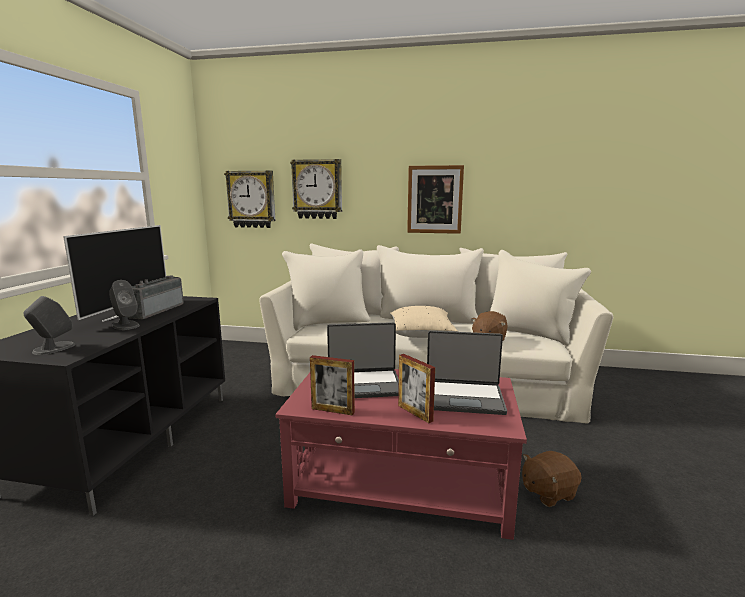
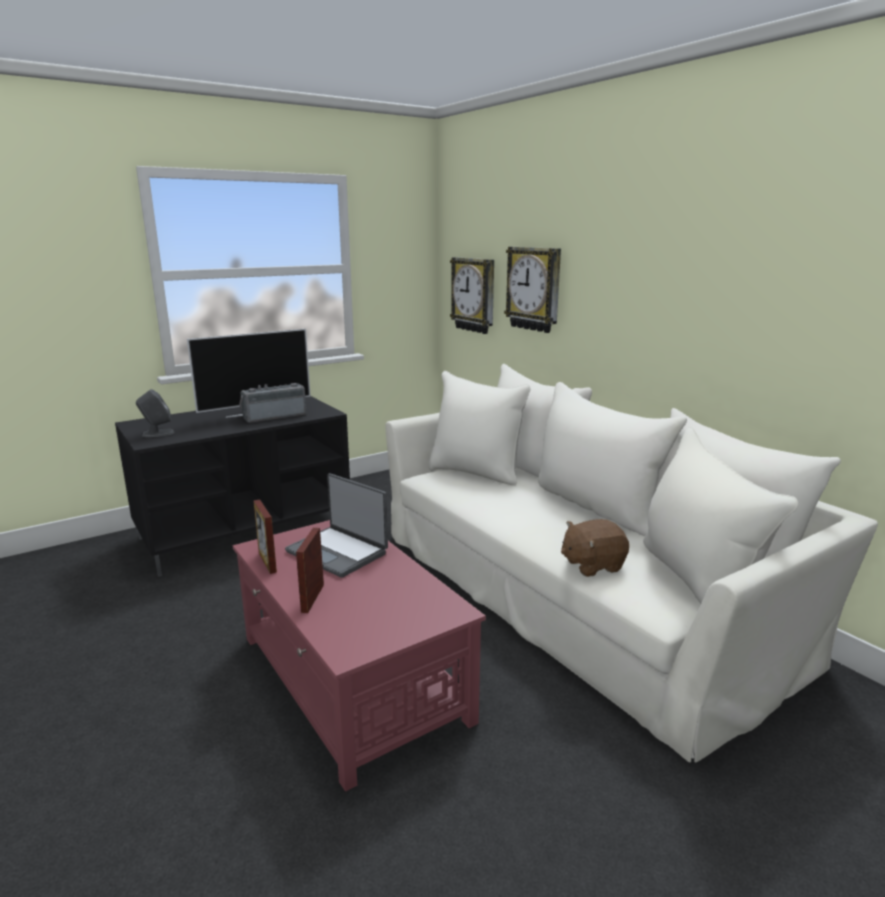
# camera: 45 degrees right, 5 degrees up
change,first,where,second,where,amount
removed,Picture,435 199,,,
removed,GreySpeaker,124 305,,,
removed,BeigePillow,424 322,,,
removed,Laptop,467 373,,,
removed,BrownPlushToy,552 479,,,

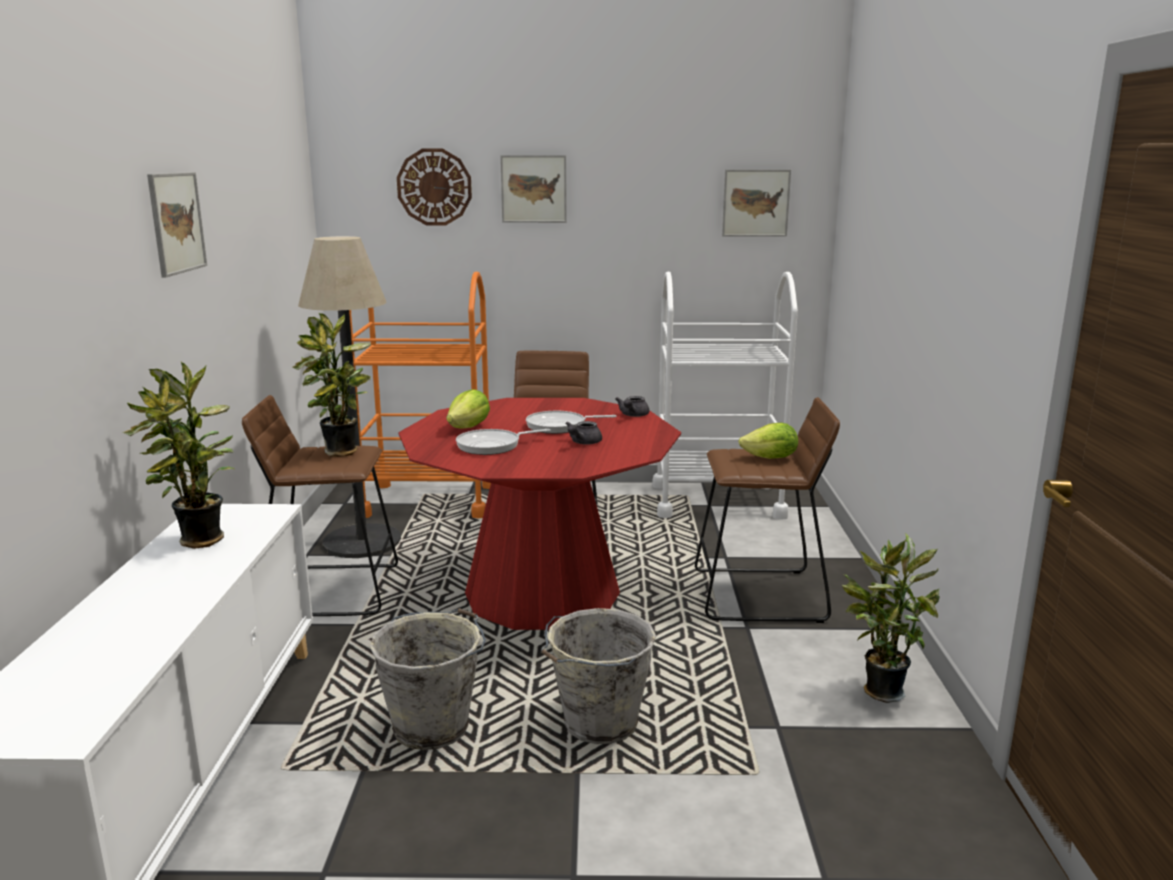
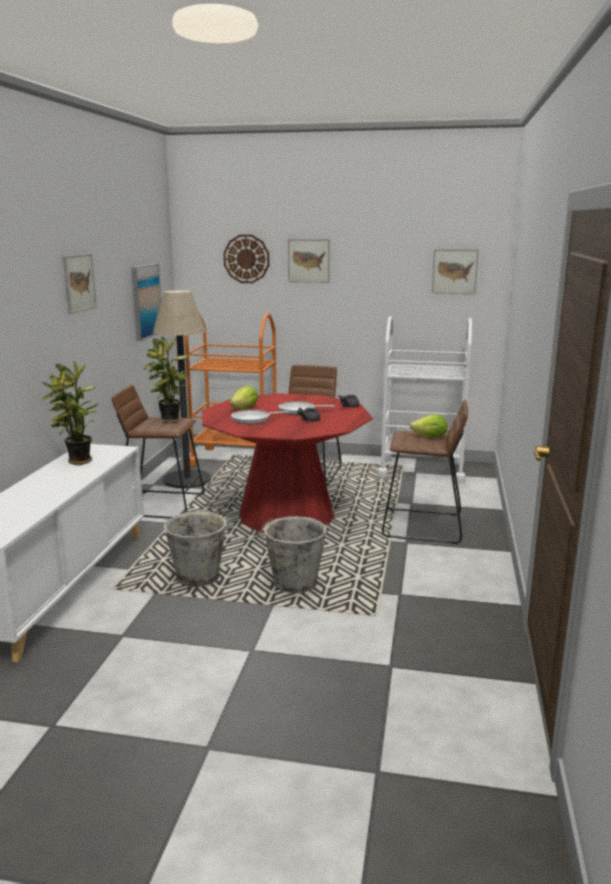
# camera: 10 degrees right, 0 degrees up
change,first,where,second,where,amount
removed,PottedPlant,891 618,,,
added,,,Picture,146 302,

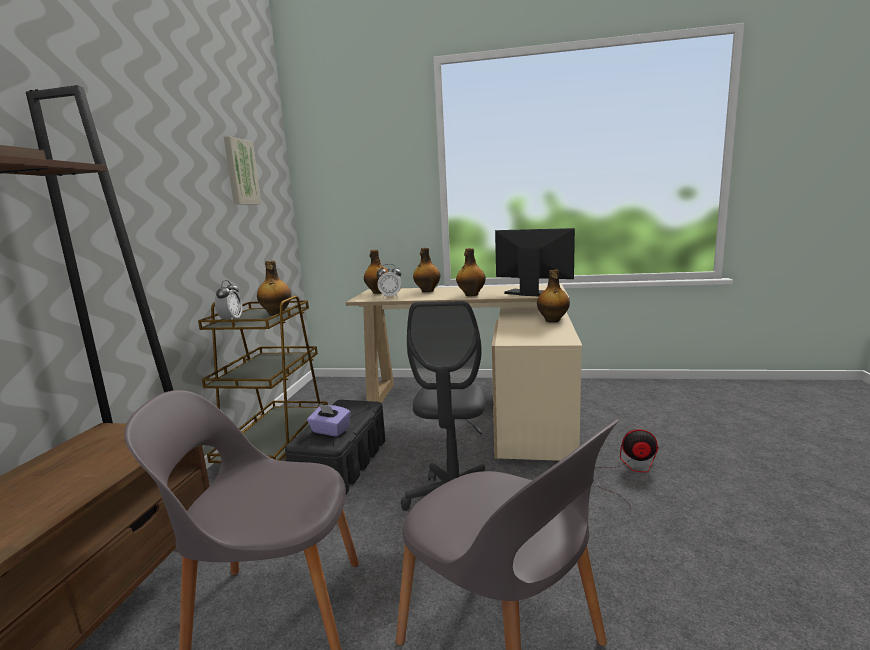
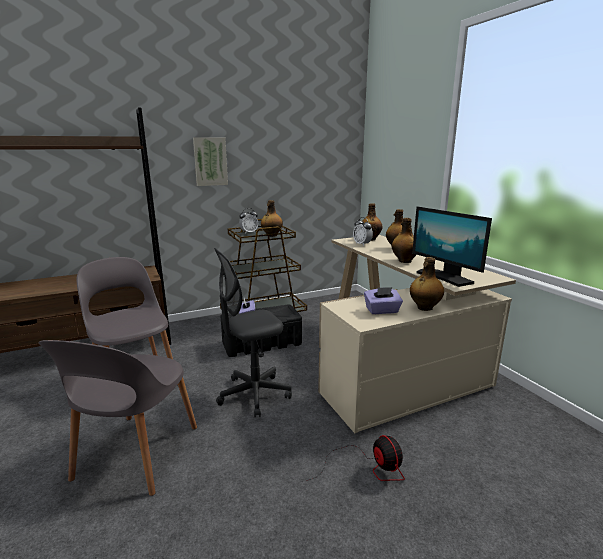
# camera: 55 degrees right, 5 degrees up
change,first,where,second,where,amount
moved,Picture,242 170,,210 161,
turned,Monitor,535 262,,452 246,150 degrees clockwise
added,,,PurpleTissueBox,383 300,

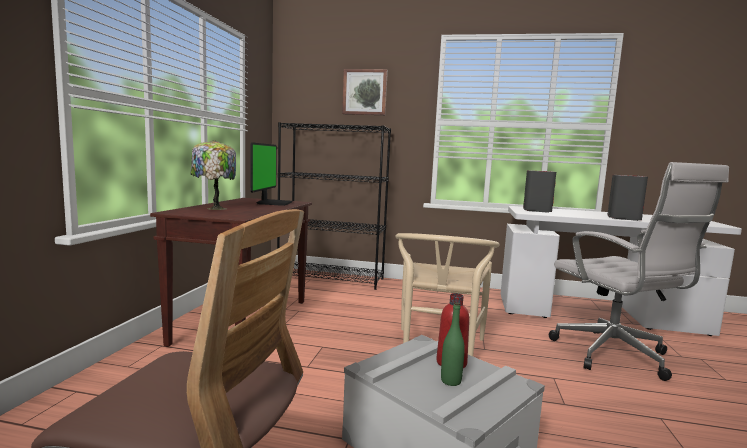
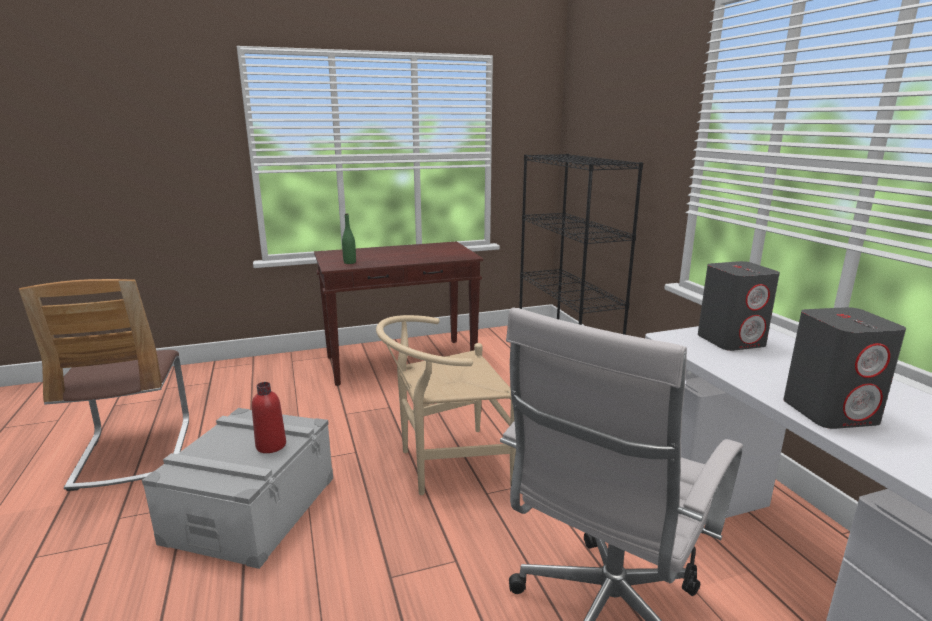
# camera: 60 degrees right, 10 degrees up
change,first,where,second,where,amount
removed,Picture,365 92,,,
removed,TableLamp,213 175,,,
removed,Monitor,271 174,,,
moved,GreenBottle,453 344,,349 238,

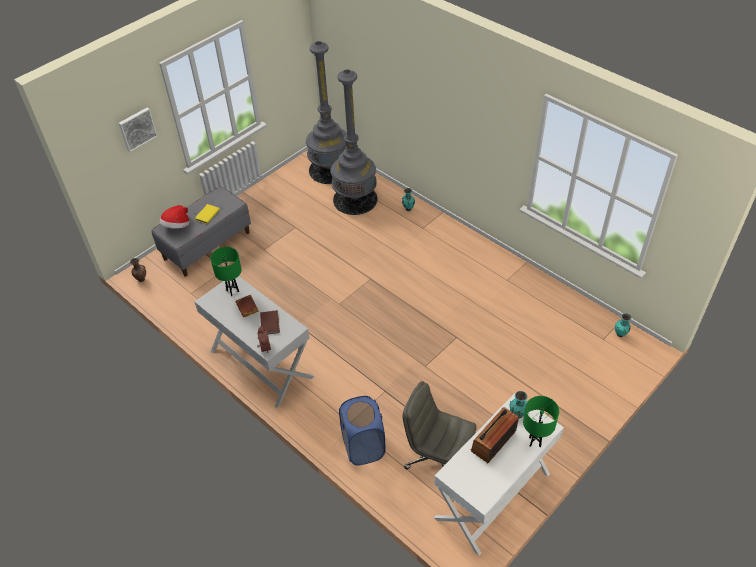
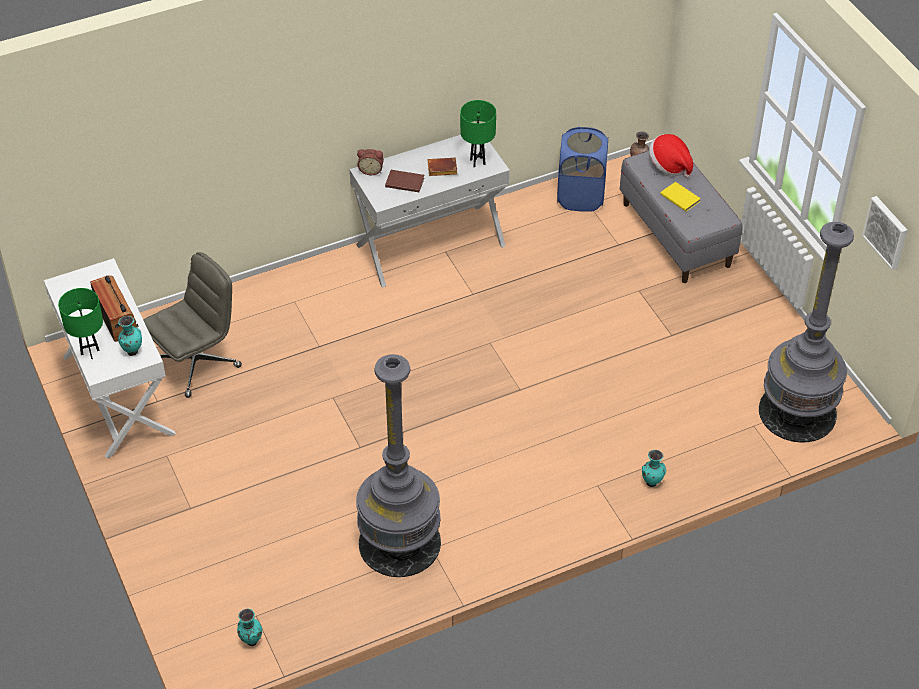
# camera: 110 degrees right, 0 degrees up
change,first,where,second,where,amount
moved,GreyFloorLamp,354 142,,398 465,
moved,Picture,138 130,,884 233,
moved,BlueLaundryBasket,362 431,,582 169,

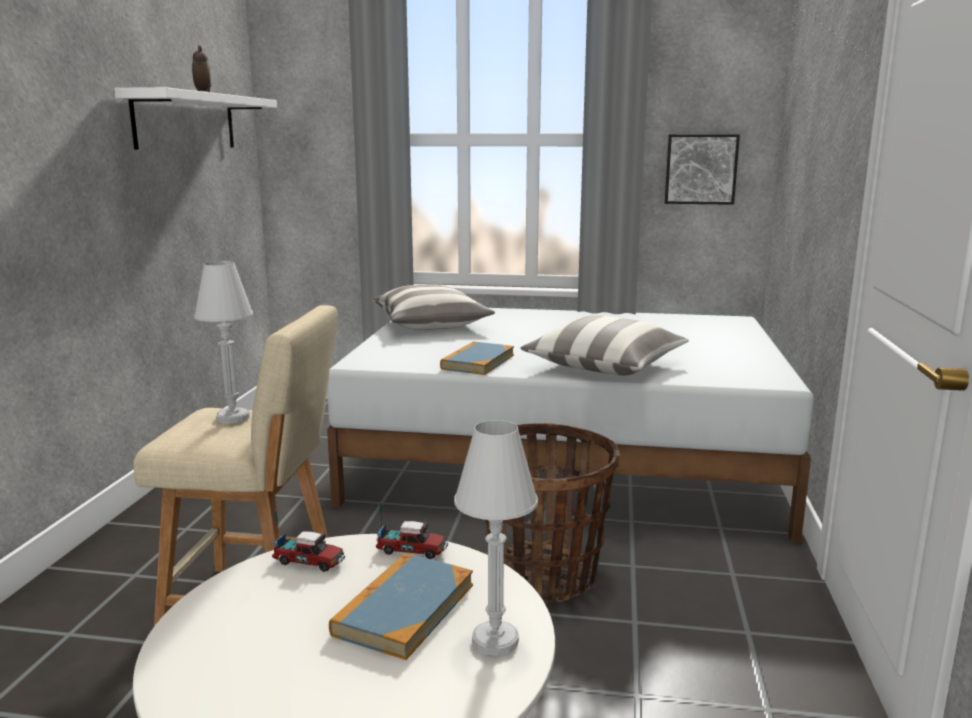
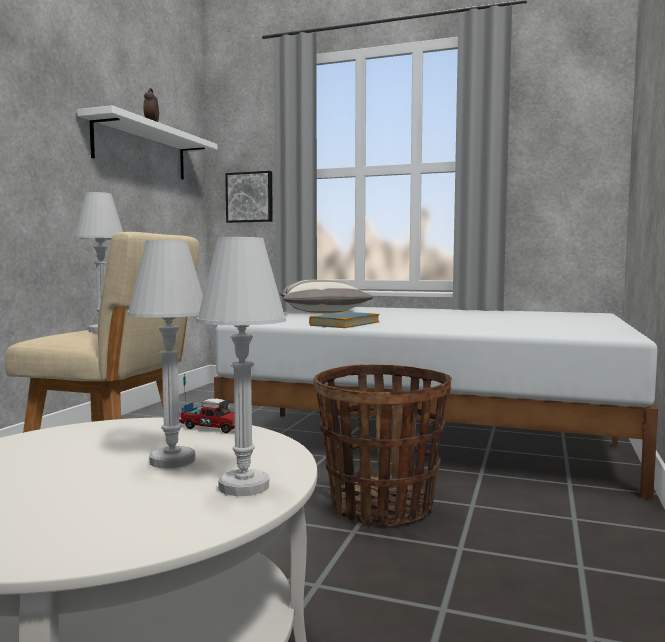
# camera: 10 degrees right, 10 degrees down
change,first,where,second,where,amount
moved,Picture,702 169,,249 197,
removed,Pillow,604 345,,,
removed,ToyTruck,308 541,,,
replaced,Book,401 606,WhiteTableLamp,165 354,

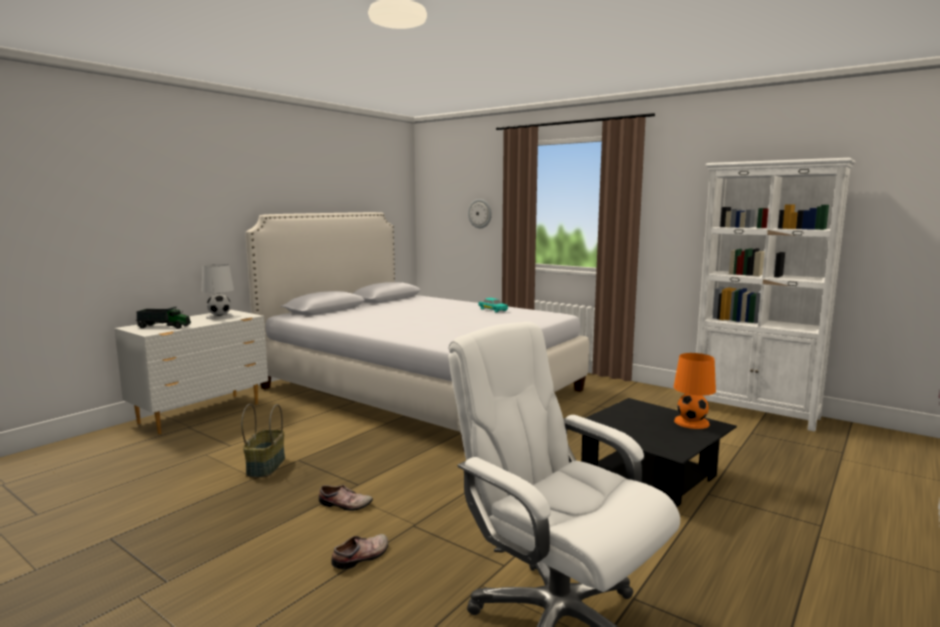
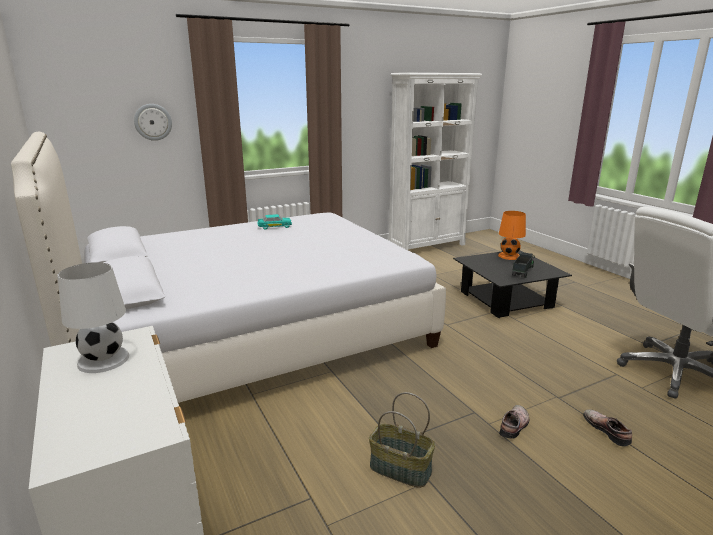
# camera: 65 degrees left, 10 degrees up
change,first,where,second,where,amount
moved,ToyTruck,163 318,,523 265,

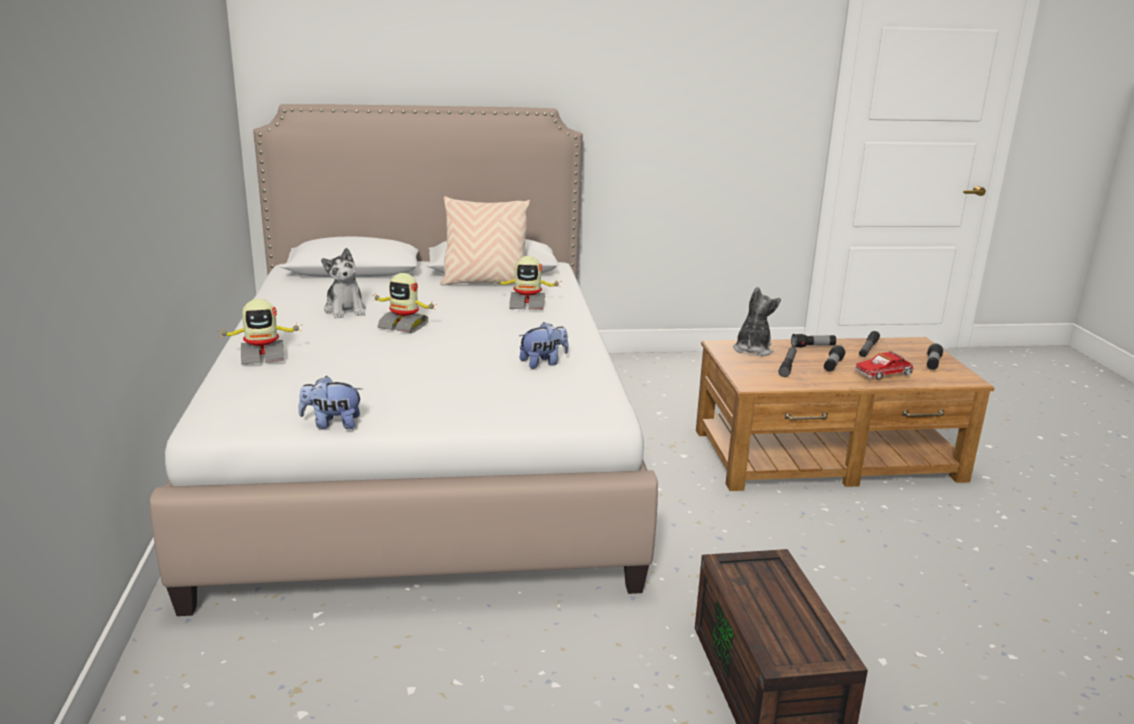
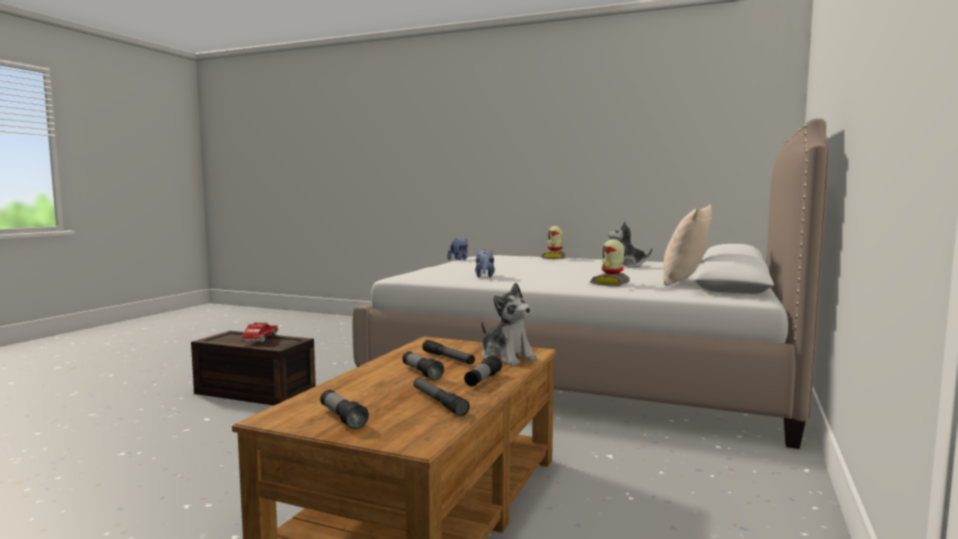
# camera: 120 degrees right, 15 degrees down
change,first,where,second,where,amount
removed,ToyRobot,404 303,,,
moved,ToyTruck,884 365,,259 332,

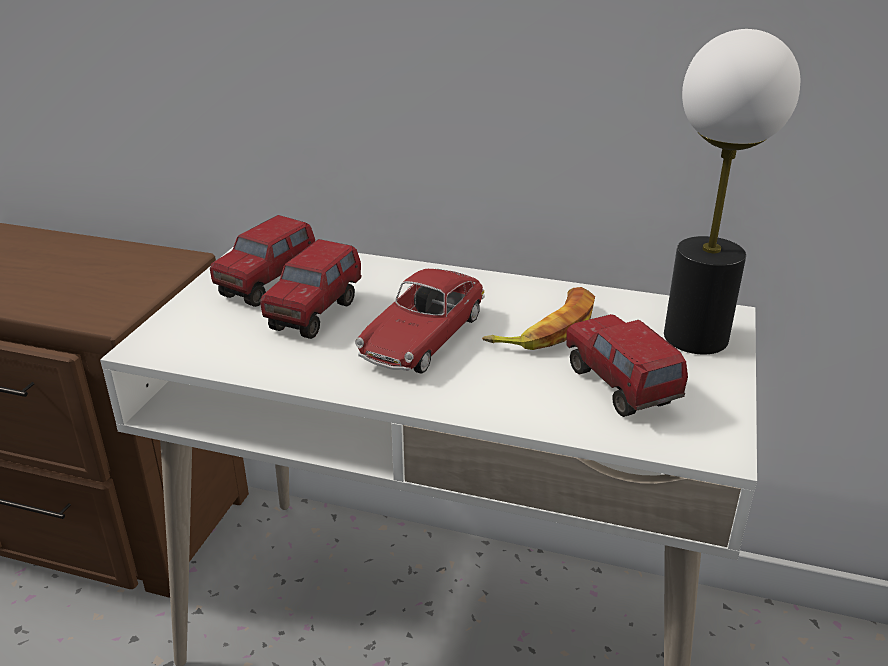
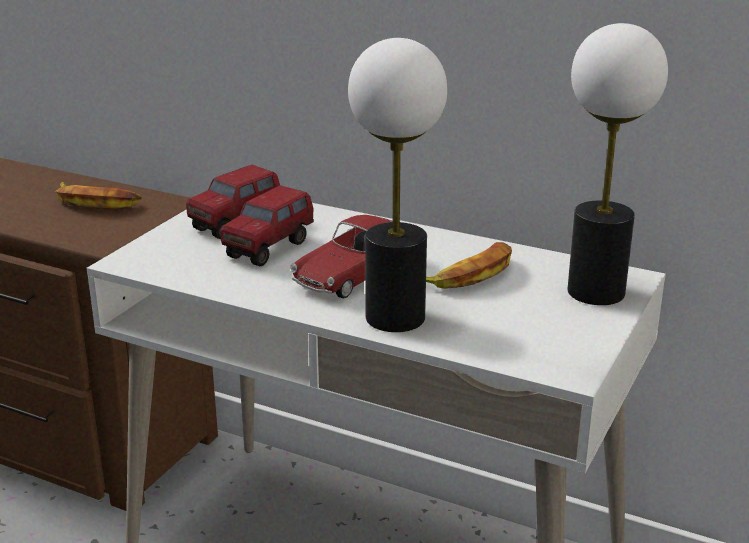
# camera: 10 degrees right, 5 degrees down
change,first,where,second,where,amount
removed,ToyTruck,627 365,,,
added,,,TableLamp,397 185,
added,,,Banana,98 196,

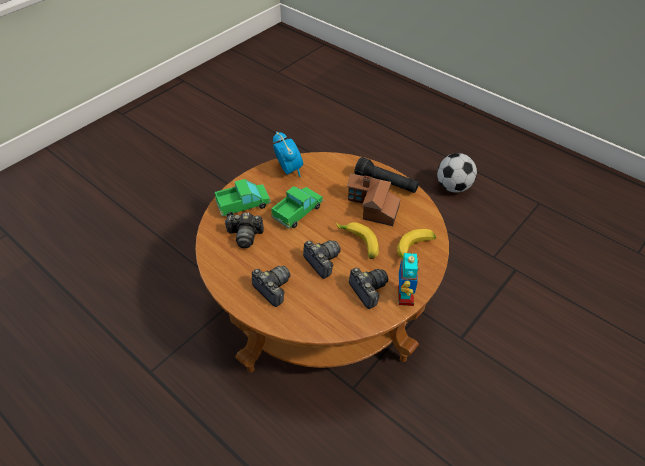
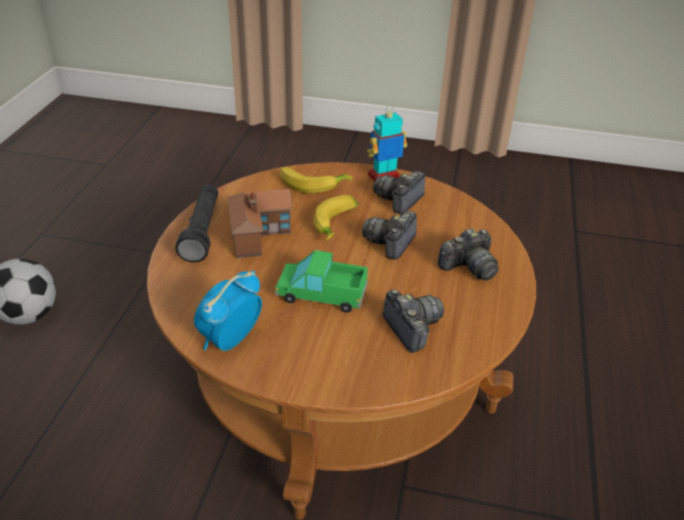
# camera: 120 degrees left, 10 degrees down
change,first,where,second,where,amount
removed,ToyTruck,243 198,,,
turned,PhotoCamera,271 286,,468 254,135 degrees counterclockwise

